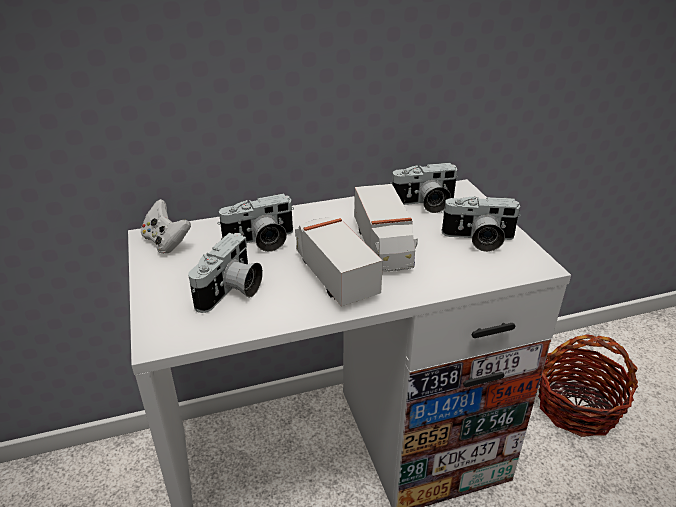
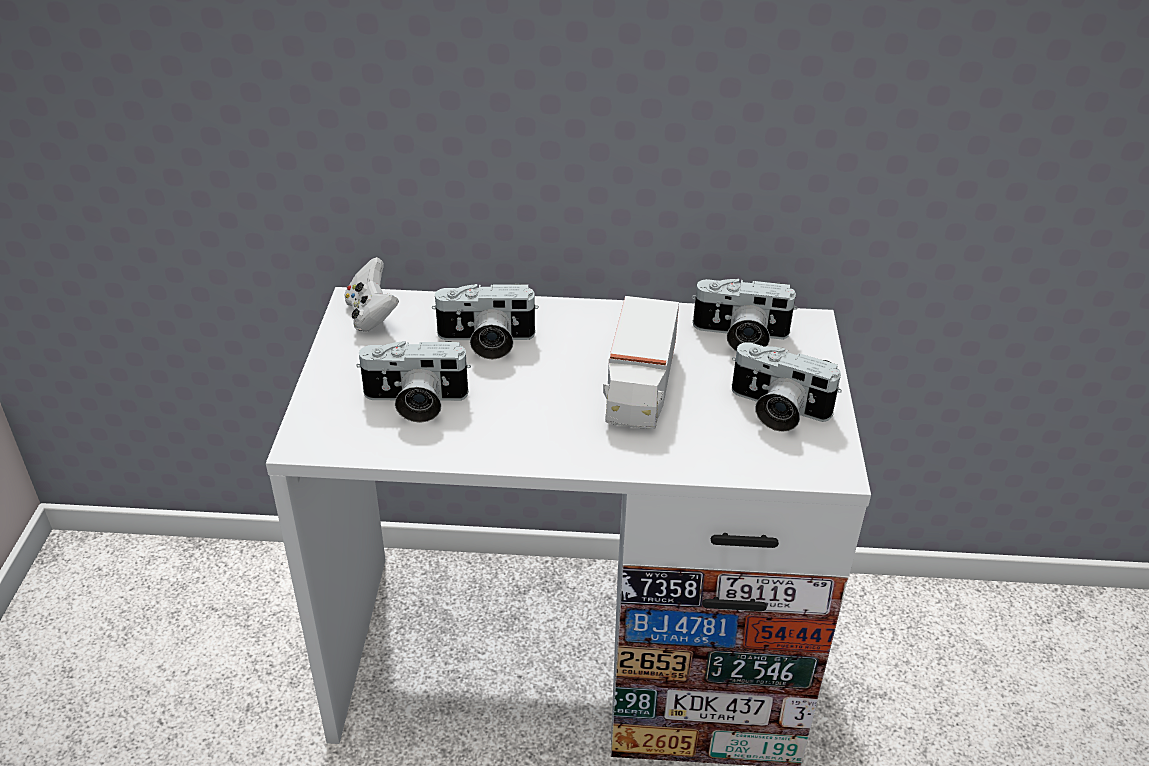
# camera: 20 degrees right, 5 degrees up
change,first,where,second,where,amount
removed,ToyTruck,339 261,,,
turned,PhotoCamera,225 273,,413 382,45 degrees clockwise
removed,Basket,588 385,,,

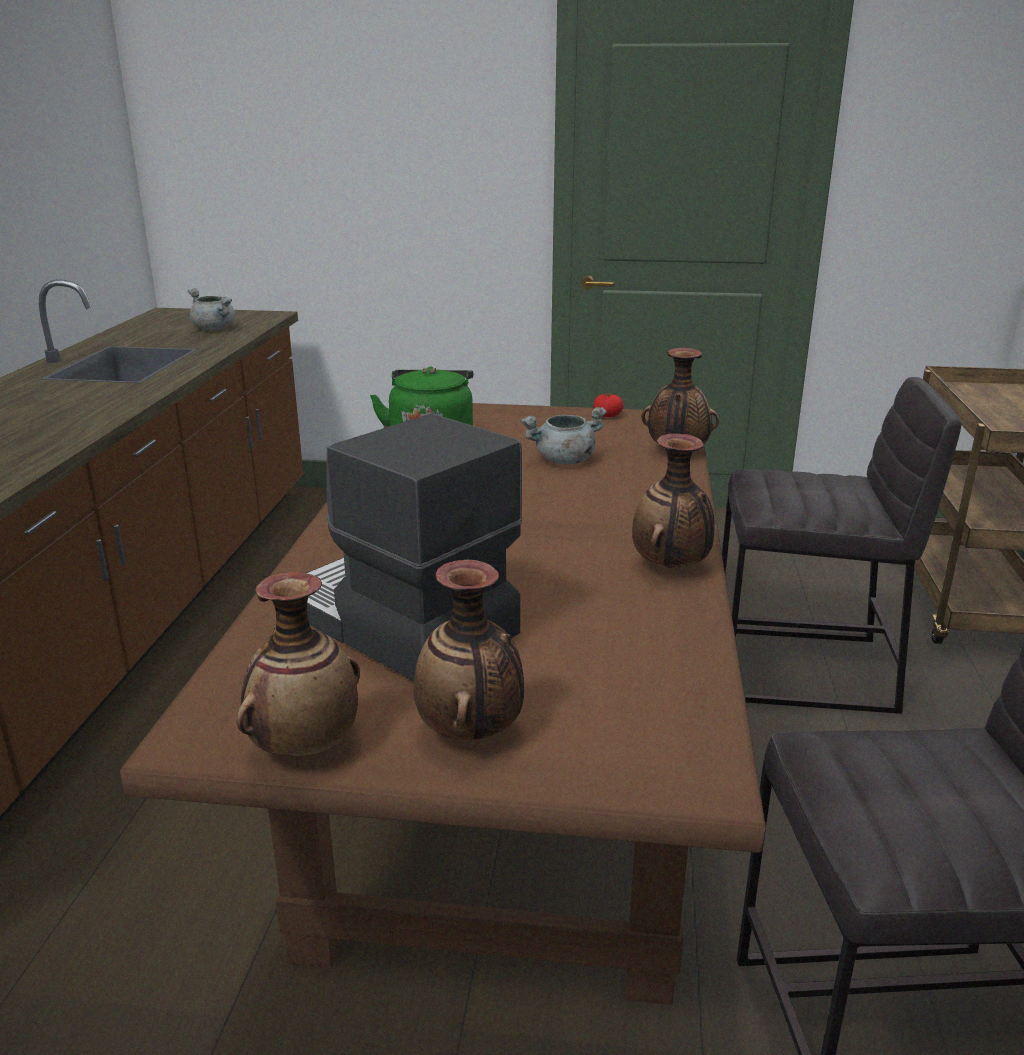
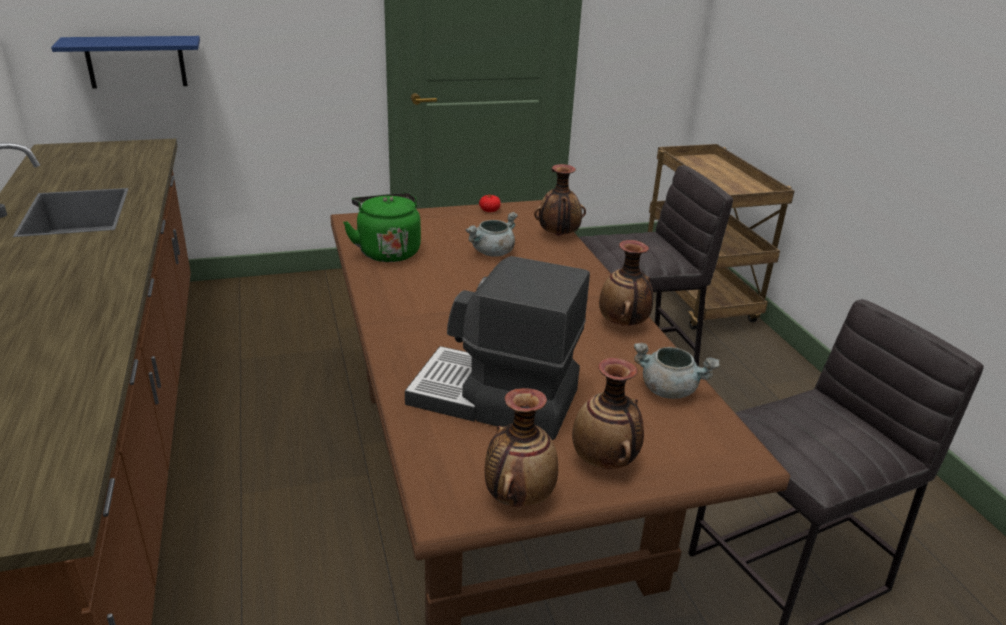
# camera: 25 degrees left, 5 degrees up
change,first,where,second,where,amount
moved,GreyCookingPot,211 309,,677 371,
added,,,BlueShelf,125 62,

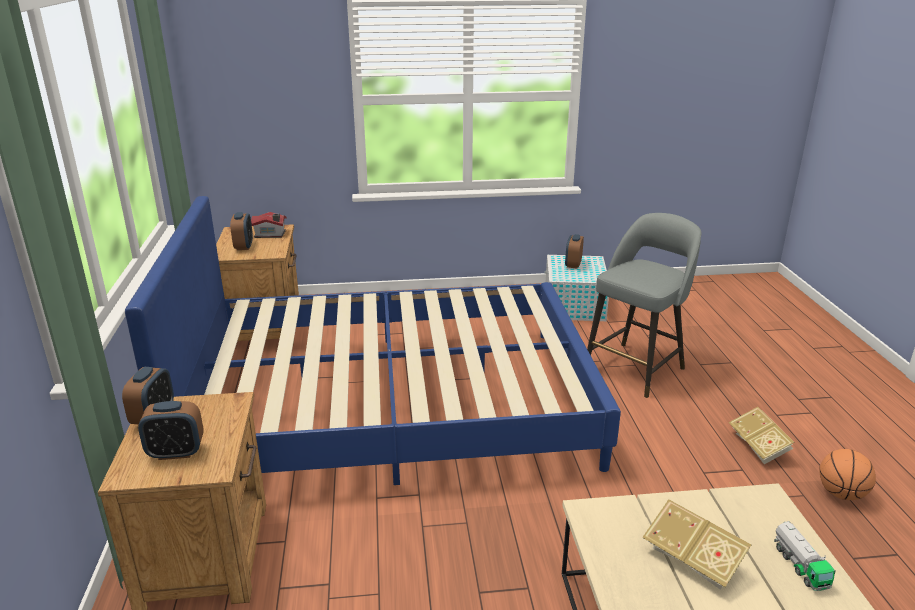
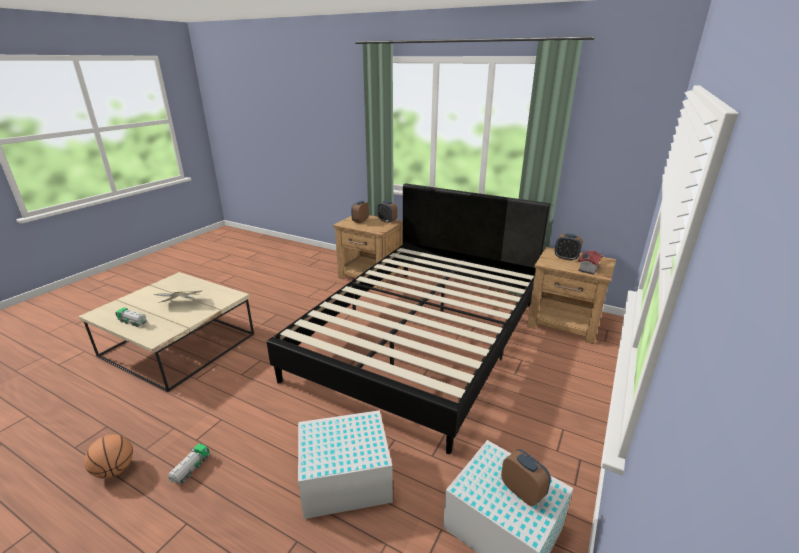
# camera: 125 degrees right, 0 degrees up
change,first,where,second,where,amount
recoloured,BlueBed,373 340,BlackBed,408 318,
replaced,GreyStool,644 305,WhiteStorageBox,345 464,
replaced,Book,761 435,ToyTruck,189 463,

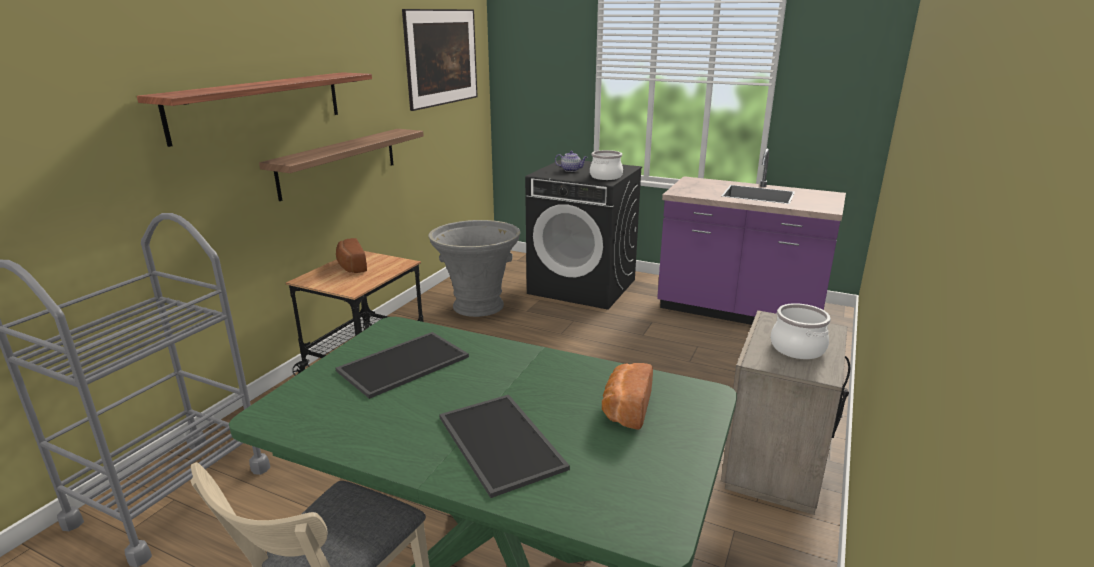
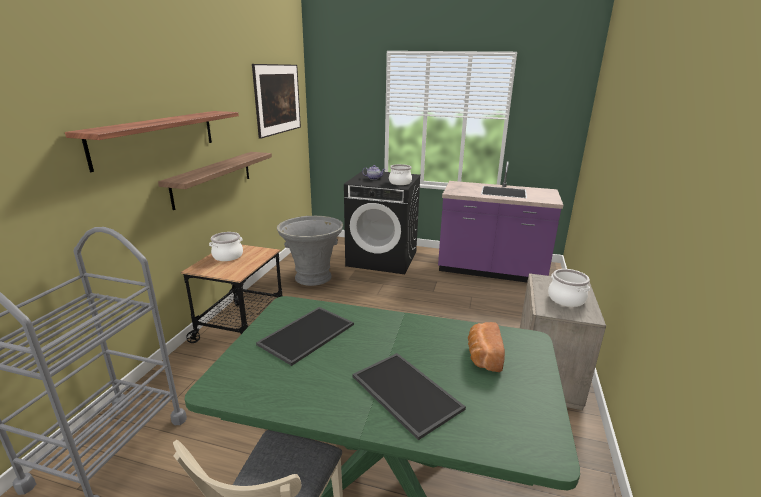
# camera: 10 degrees left, 0 degrees up
change,first,where,second,where,amount
replaced,Bread,351 255,CookingPot,226 246,

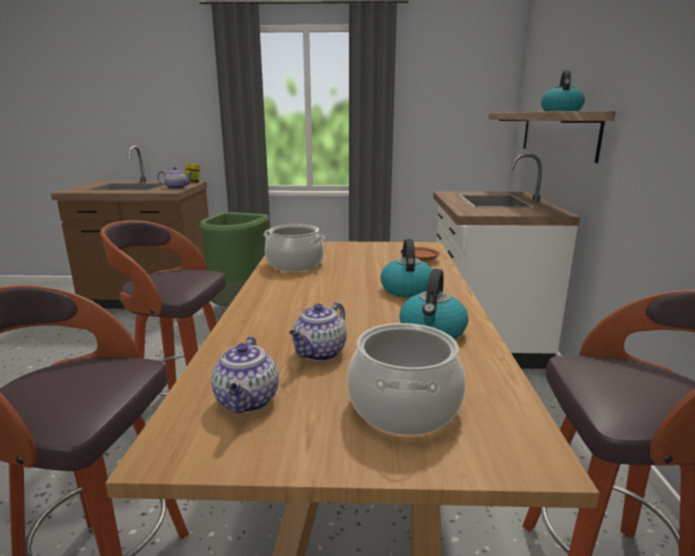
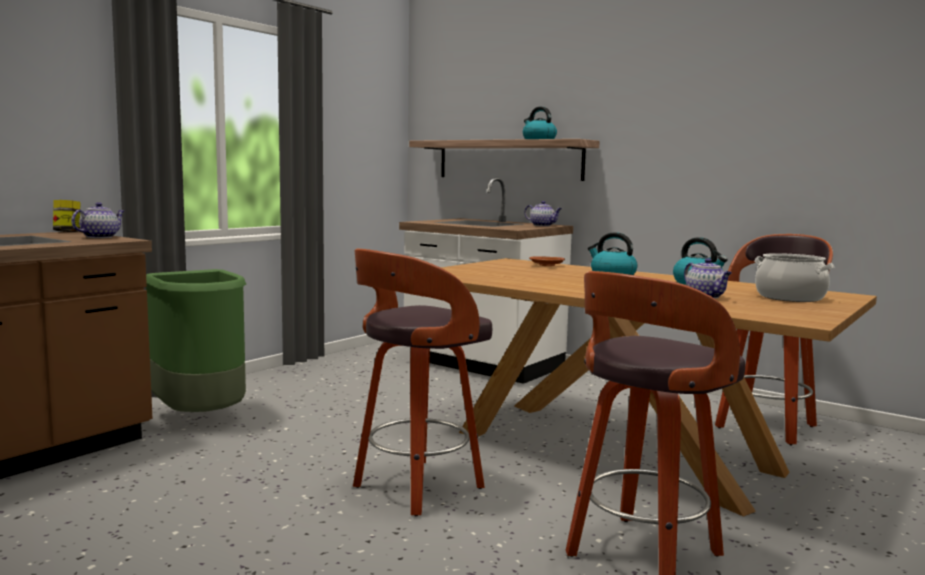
# camera: 55 degrees left, 10 degrees down
change,first,where,second,where,amount
removed,CookingPot,294 247,,,
moved,Teapot,245 374,,543 213,

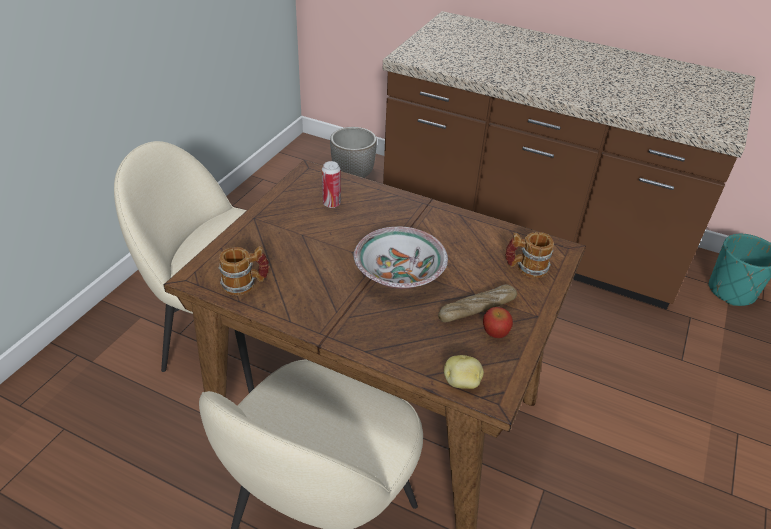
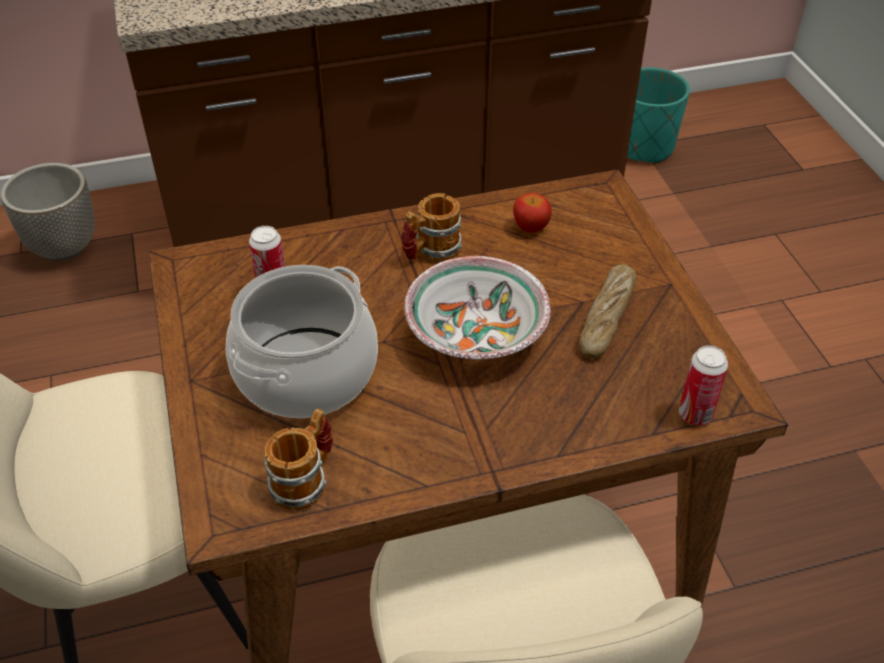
# camera: 40 degrees left, 5 degrees up
change,first,where,second,where,amount
moved,Mug,529 255,,431 227,
moved,Apple,498 322,,532 213,
replaced,Potato,464 372,Can,703 385,
added,,,CookingPot,302 341,

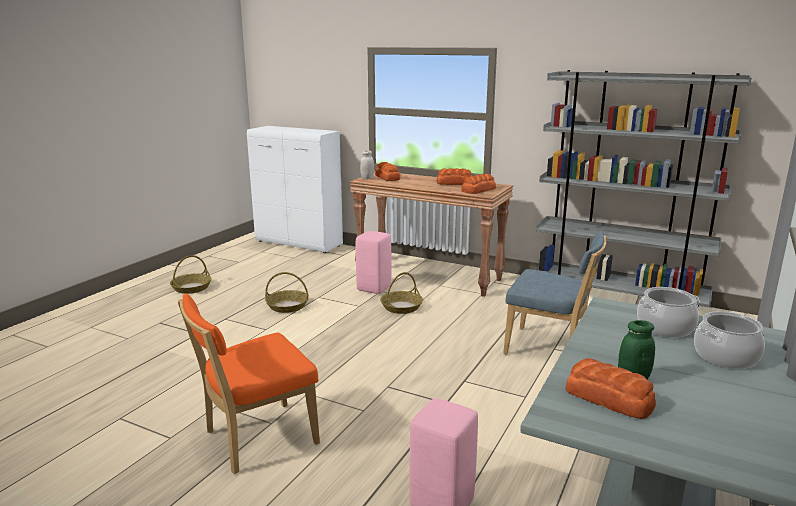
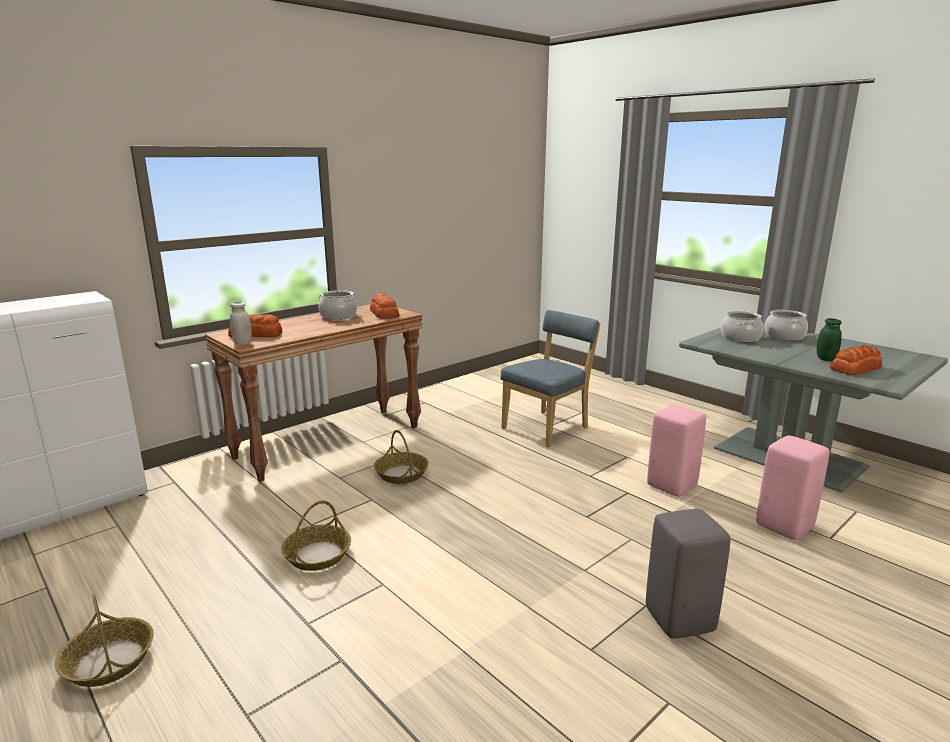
# camera: 70 degrees left, 0 degrees up
change,first,where,second,where,amount
removed,GreyBookcase,643 189,,,
replaced,Bread,454 176,CookingPot,337 305,
moved,PinkStool,373 262,,676 450,
replaced,OrangeChair,249 383,GreyStool,688 574,

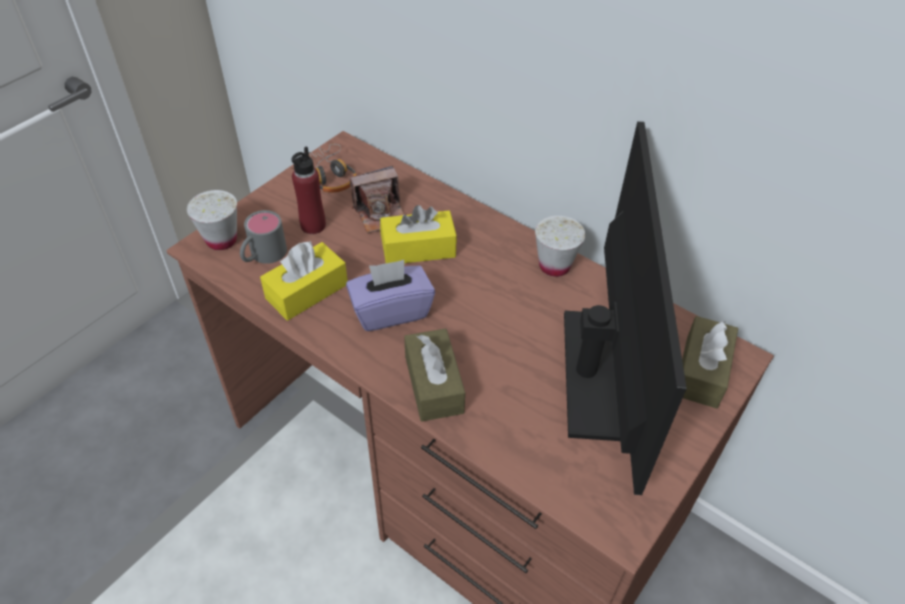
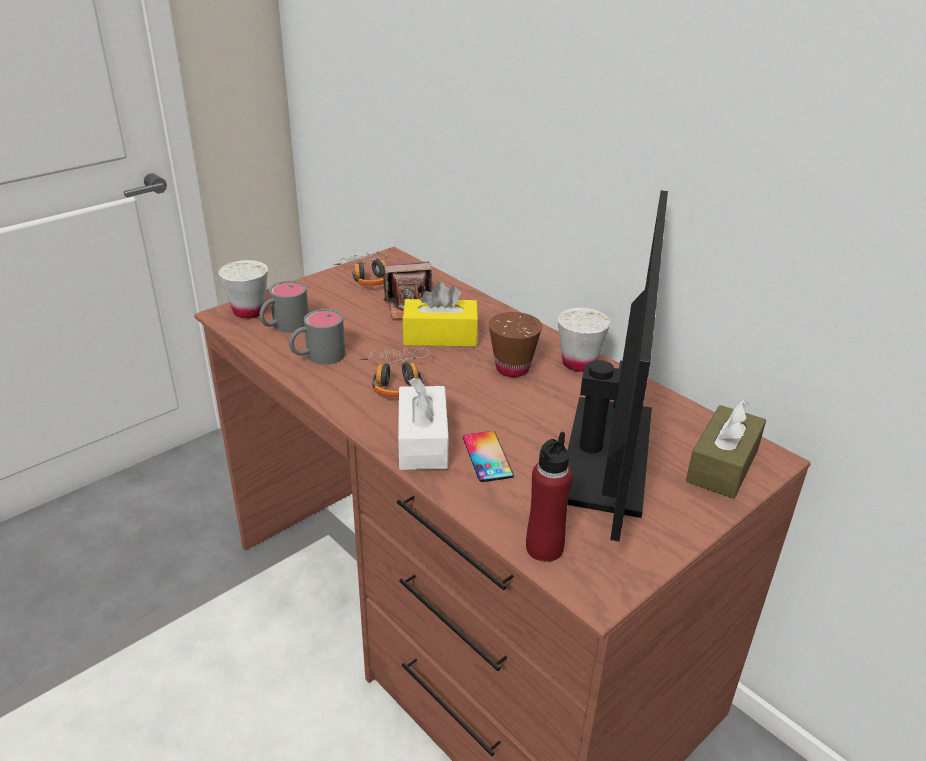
# camera: 10 degrees right, 15 degrees down
change,first,where,second,where,amount
moved,RedBottle,308 190,,549 497,
replaced,YellowTissueBox,304 281,GreyMug,317 337,
replaced,PurpleTissueBox,390 295,Headphones,394 372,
recoloured,BrownTissueBox,434 375,WhiteTissueBox,423 424,
added,,,BrownCup,515 344,
added,,,Phone,488 456,

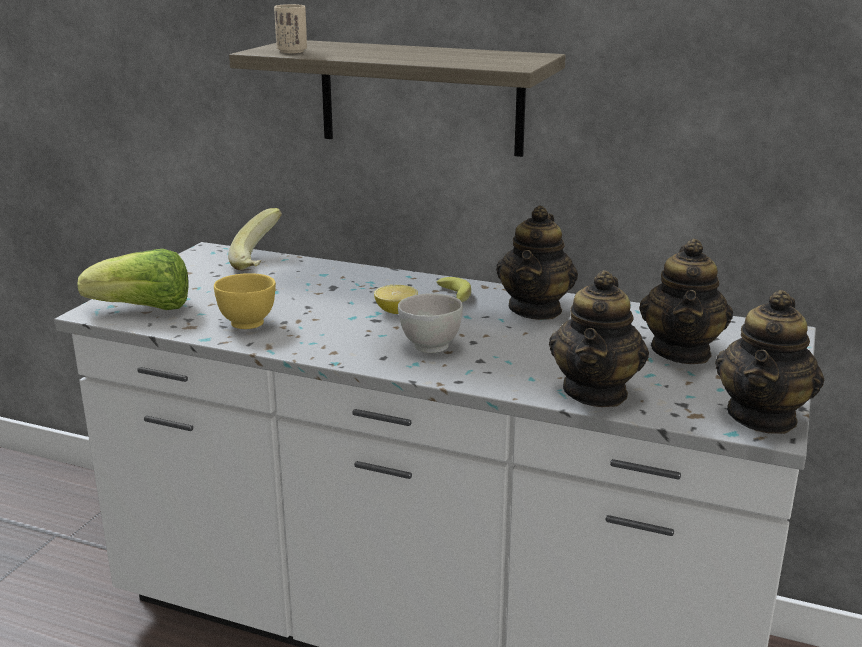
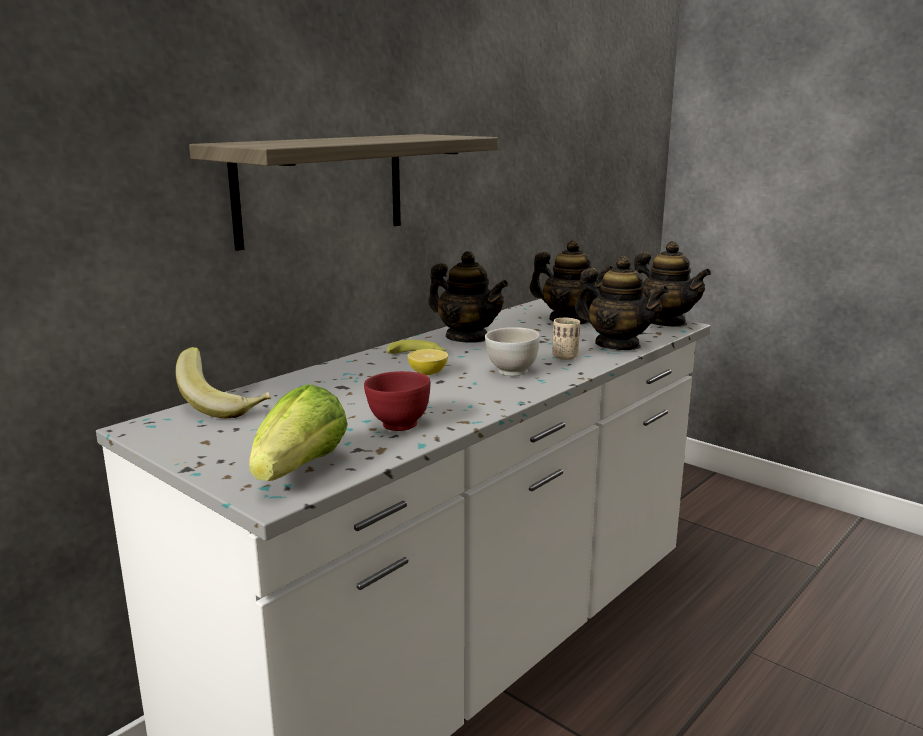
# camera: 70 degrees left, 5 degrees down
change,first,where,second,where,amount
moved,BeigeCup,290 28,,566 338,
recoloured,YellowBowl,245 301,RedBowl,397 401,

